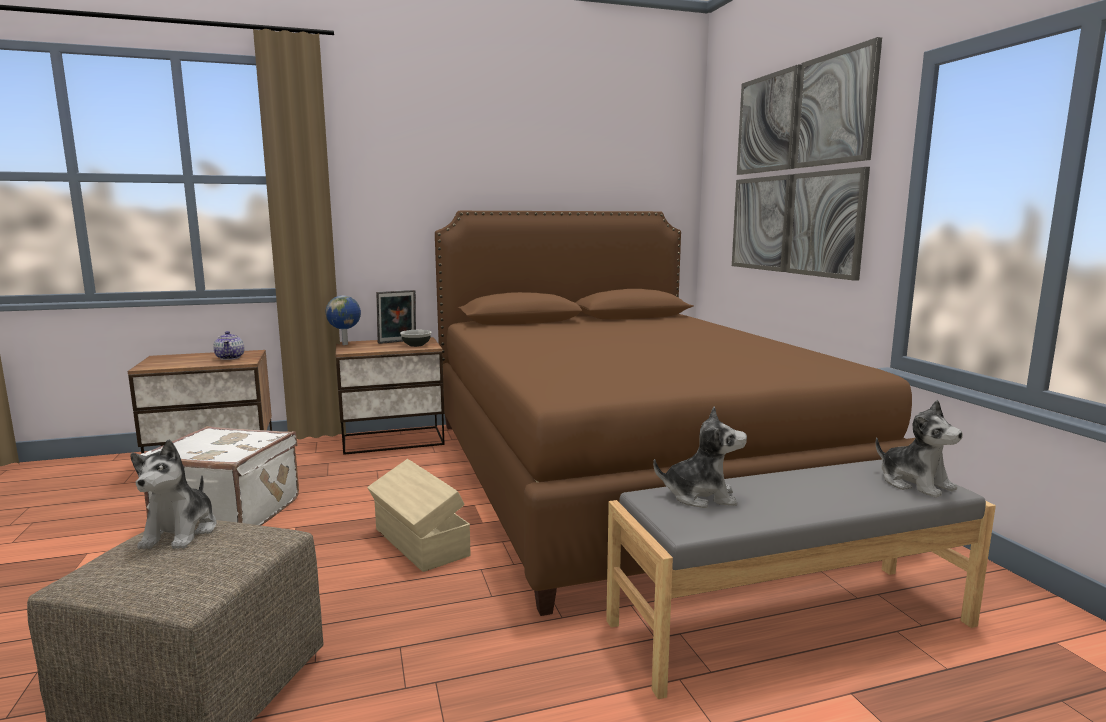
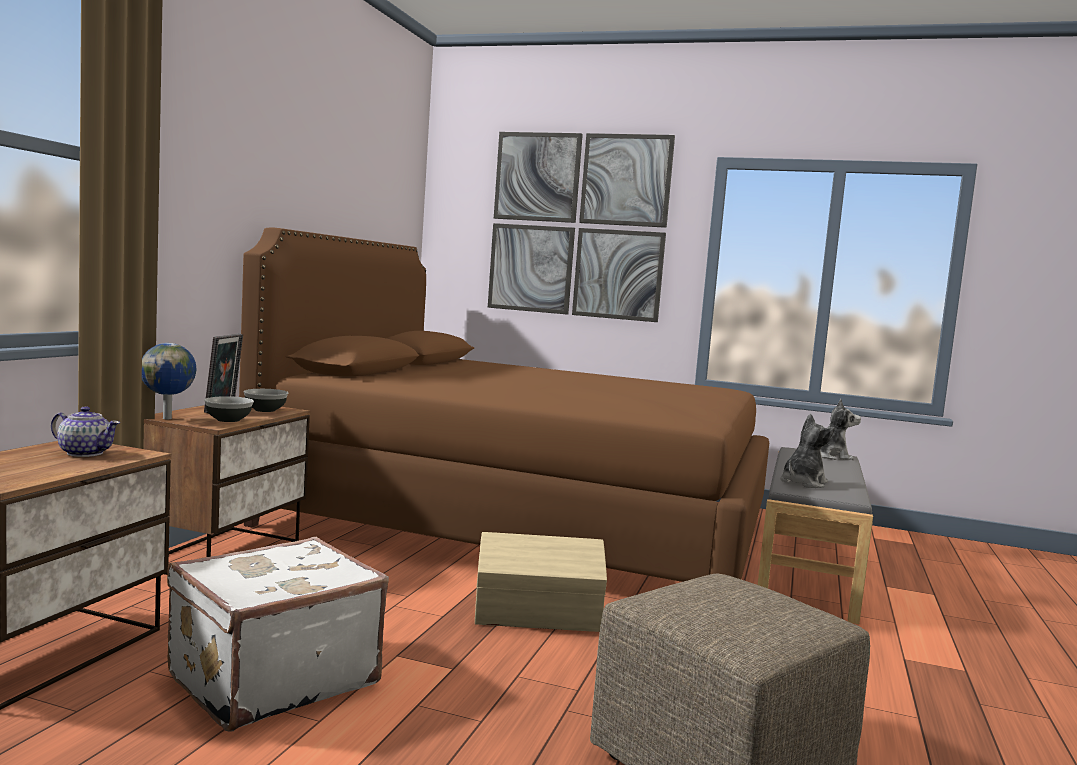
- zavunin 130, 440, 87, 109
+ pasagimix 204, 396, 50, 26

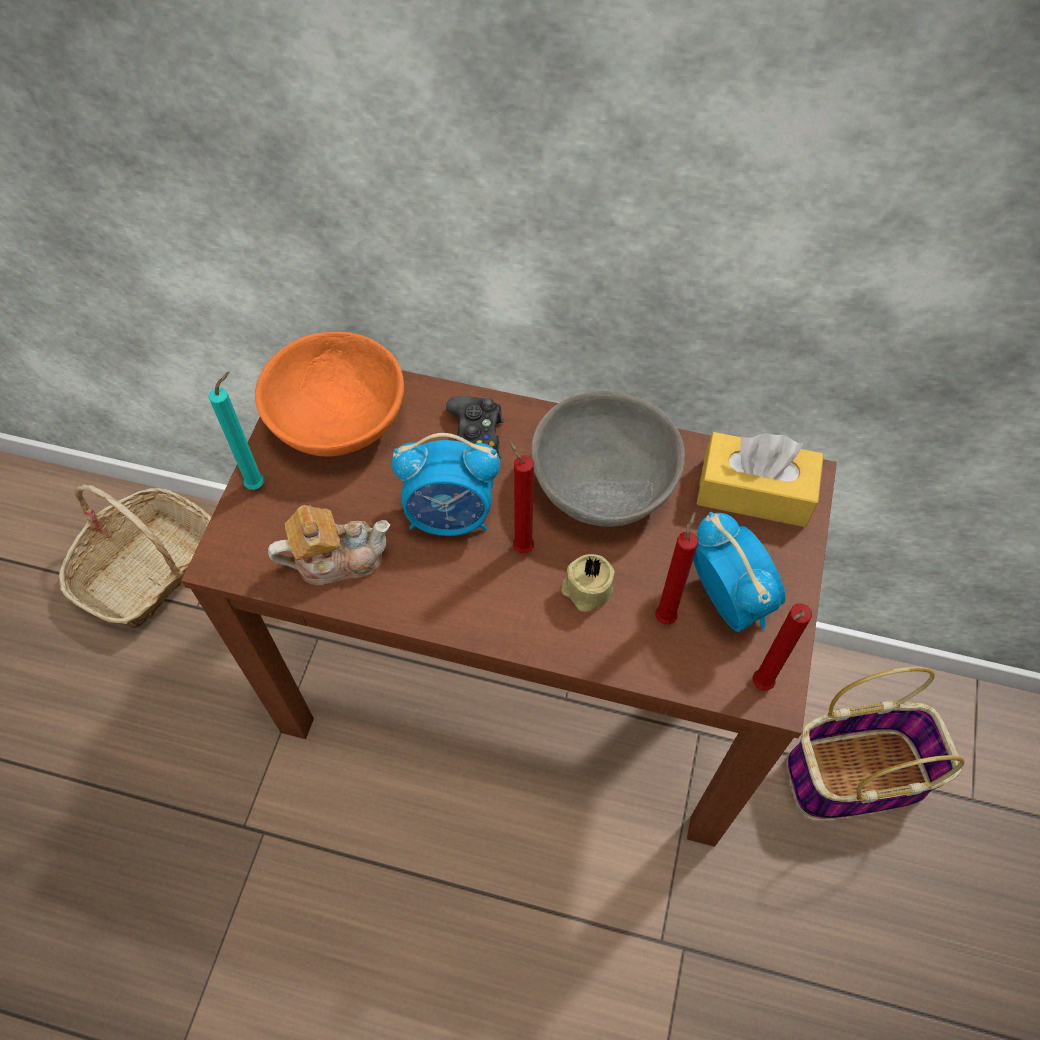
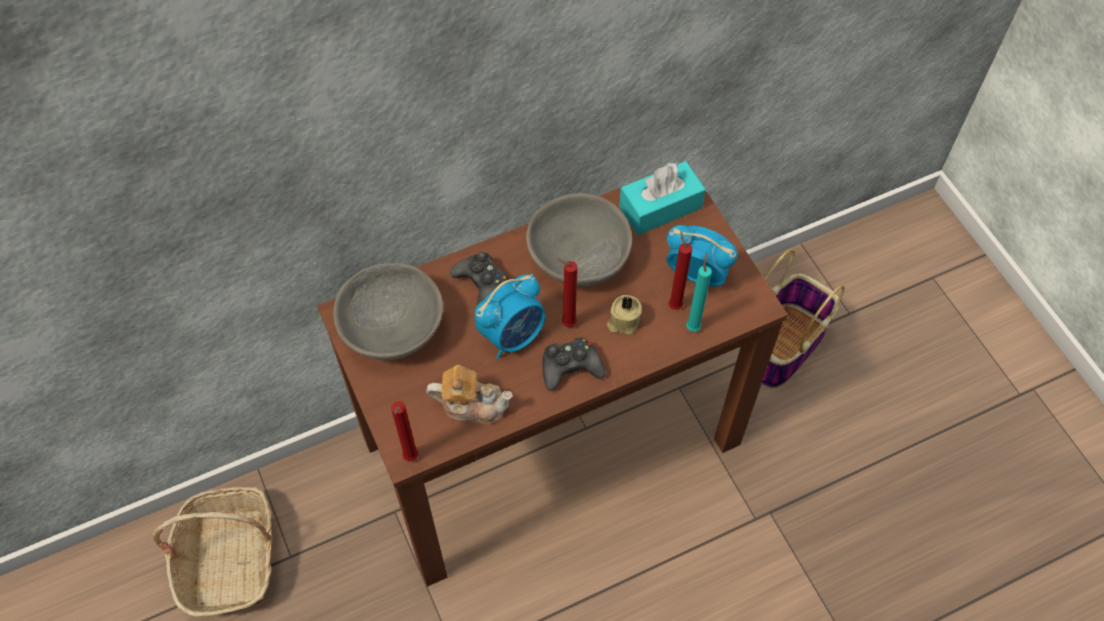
~ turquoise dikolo 208, 372, 56, 118 to 686, 252, 26, 80
~ orange pasagimix 255, 332, 149, 125 to grey pasagimix 333, 263, 110, 97
~ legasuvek 268, 505, 122, 80 = 426, 365, 87, 59 60 degrees clockwise
~ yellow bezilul 697, 432, 127, 95 to turquoise bezilul 619, 161, 87, 74
~ red dikolo 752, 604, 60, 87 to 391, 401, 27, 60
+ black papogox 543, 337, 62, 54

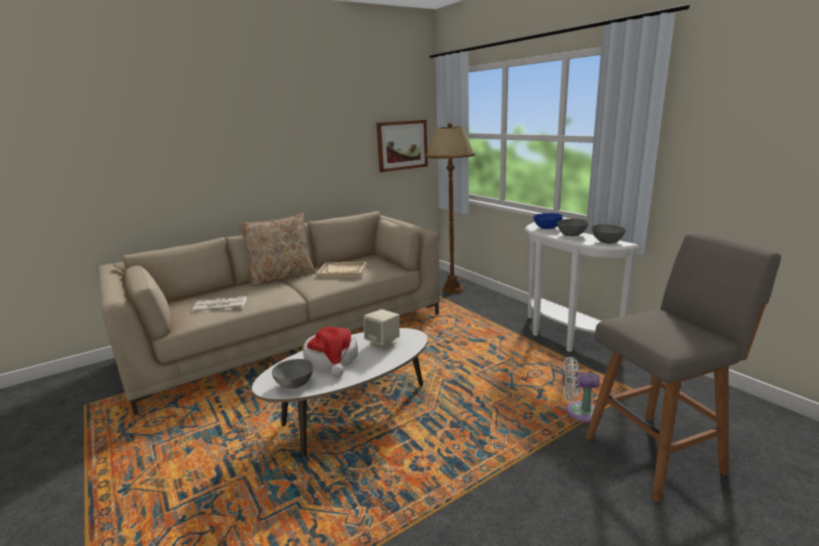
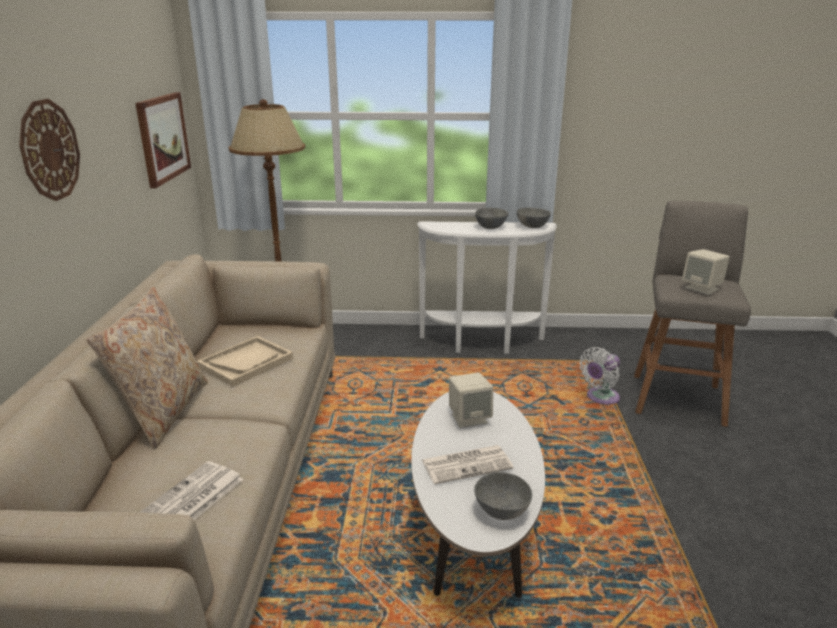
~ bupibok 303, 327, 55, 50 to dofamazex 422, 445, 92, 39
- blue pasagimix 534, 213, 29, 16
+ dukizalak 19, 99, 61, 102
+ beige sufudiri 682, 249, 48, 46

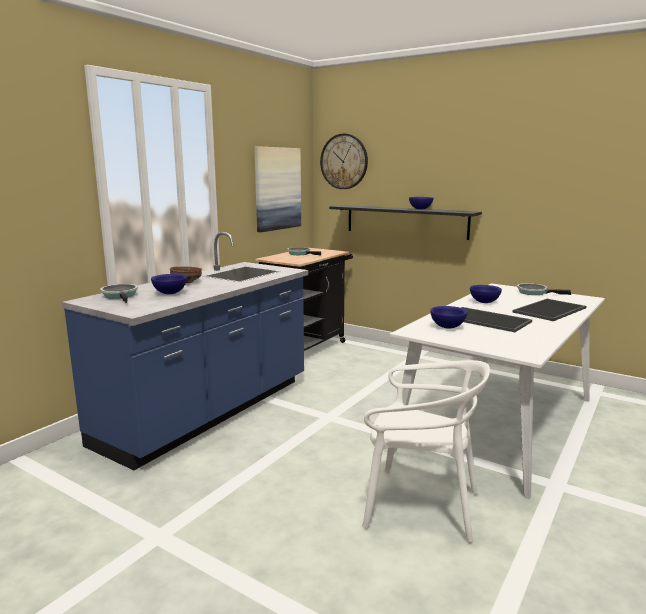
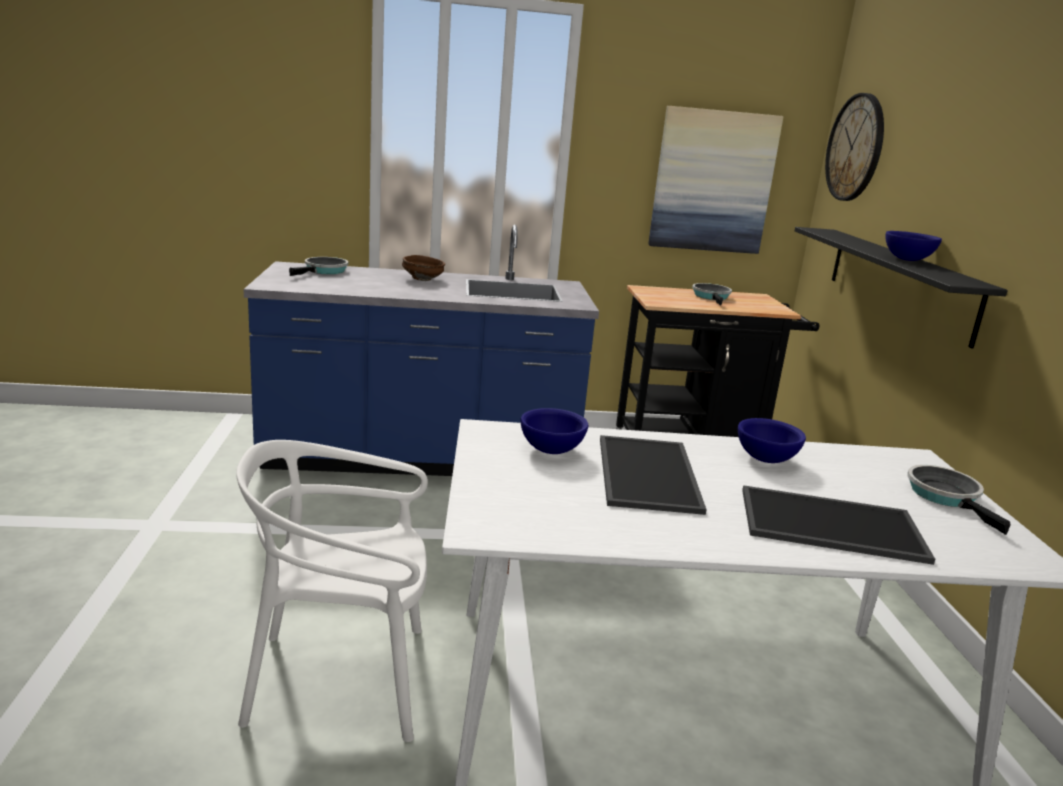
- blue pasagimix 151, 274, 36, 20
~ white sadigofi 362, 360, 128, 183 = 236, 440, 192, 302 105 degrees clockwise

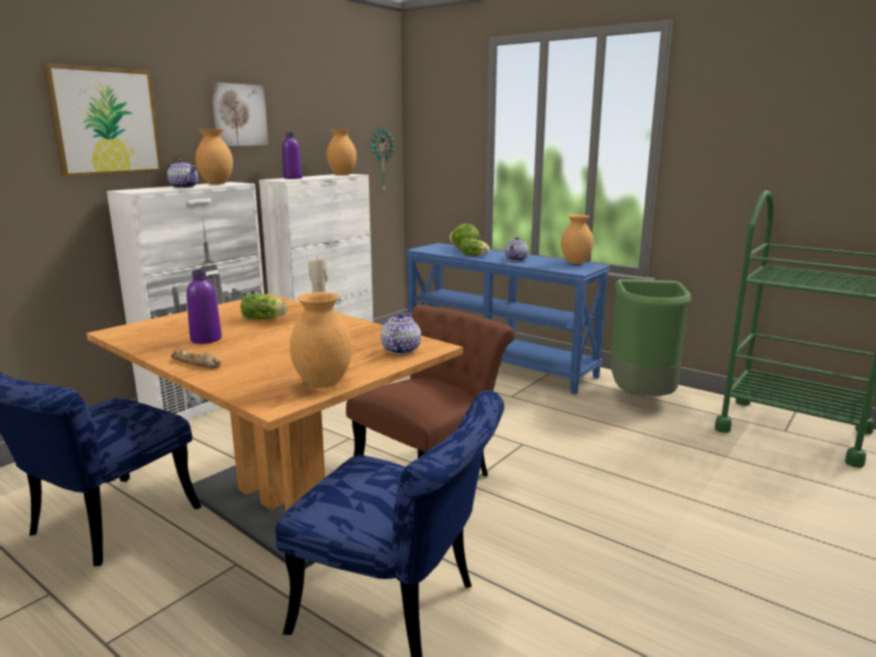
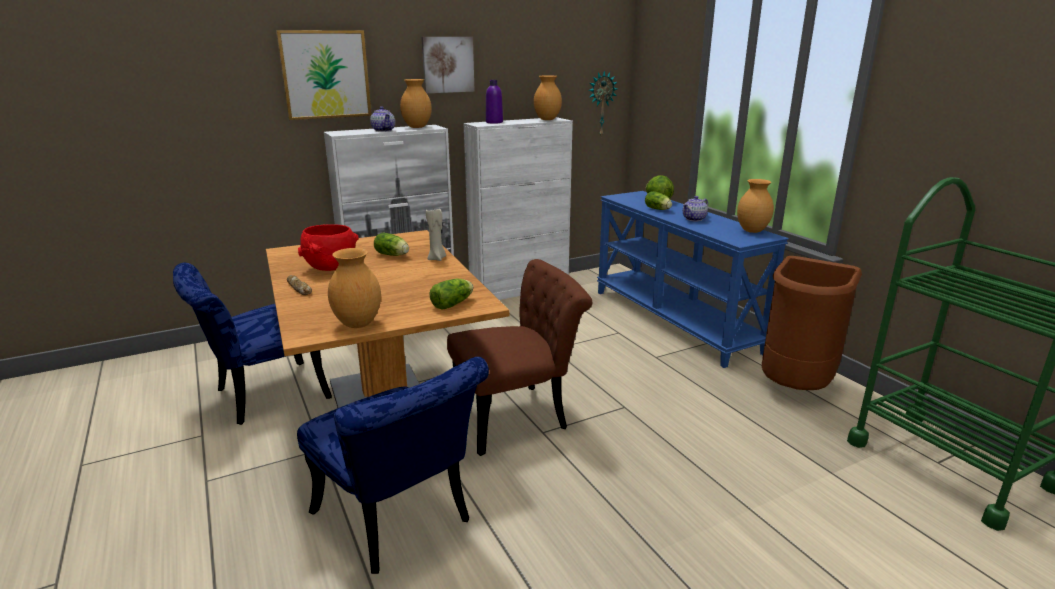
~ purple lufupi 186, 270, 36, 74 to red pasagimix 298, 224, 61, 47
~ legasuvek 381, 313, 40, 41 to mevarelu 429, 279, 44, 31
~ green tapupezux 610, 279, 81, 117 to brown tapupezux 762, 256, 100, 134

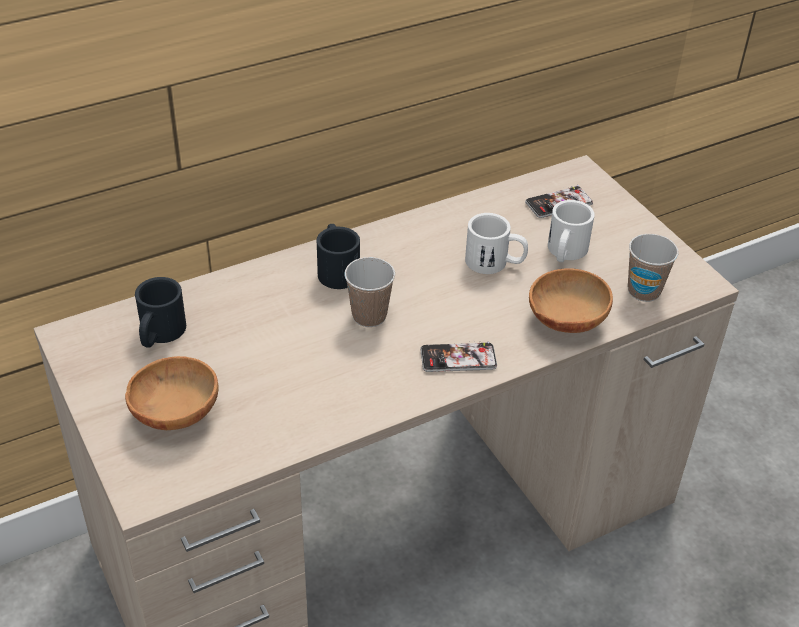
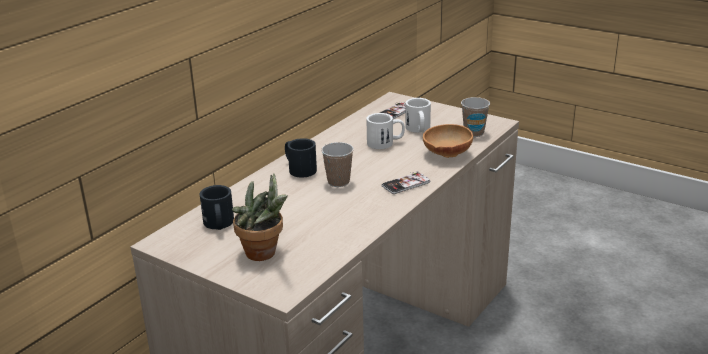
~ brown pasagimix 125, 356, 94, 74 to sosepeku 232, 173, 56, 88

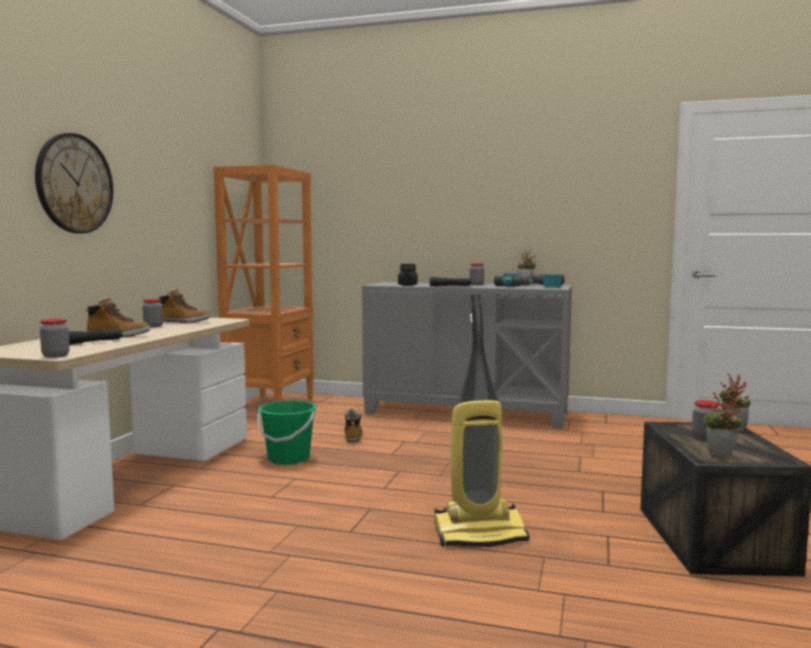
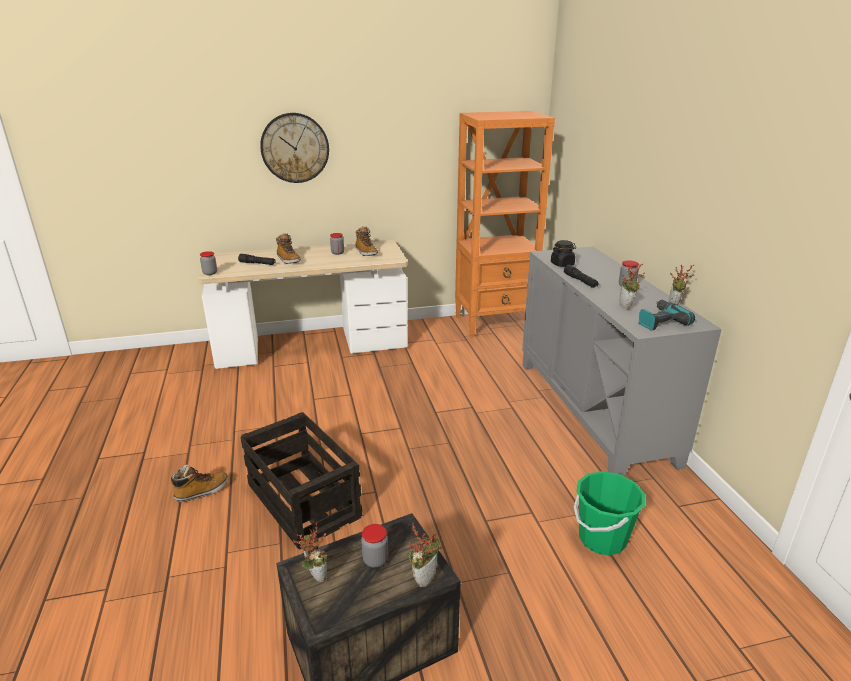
~ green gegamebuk 257, 400, 60, 65 to 574, 471, 71, 85
~ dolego 344, 408, 19, 34 to 170, 464, 58, 38
~ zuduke 435, 294, 94, 253 to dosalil 241, 412, 122, 137
~ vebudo 494, 273, 40, 14 to sosepeku 620, 264, 25, 45

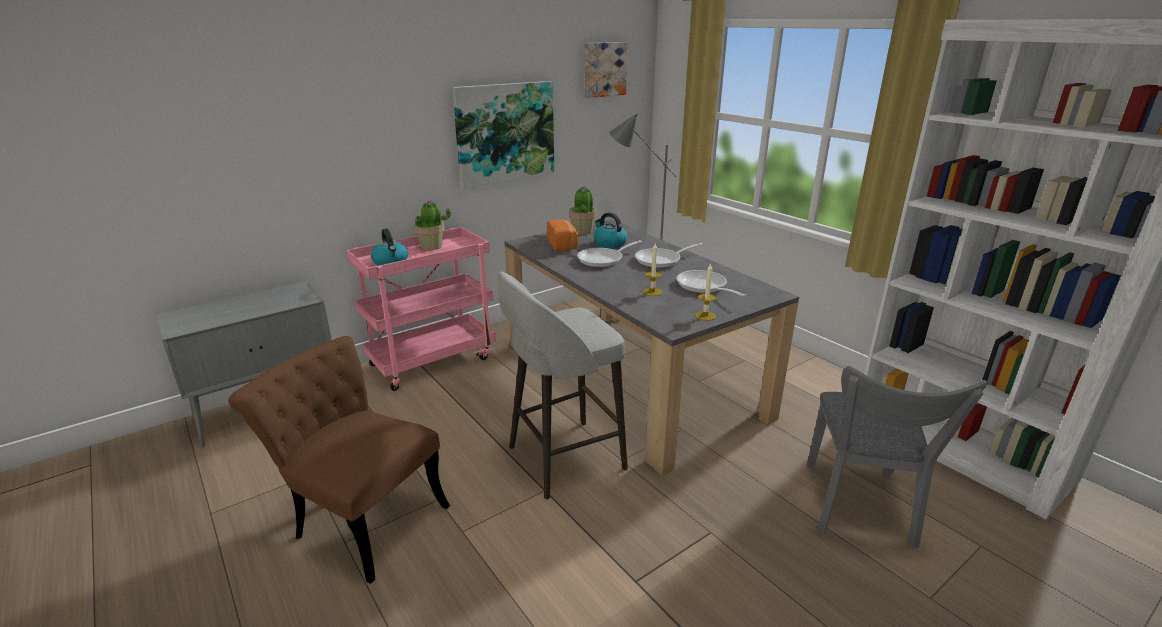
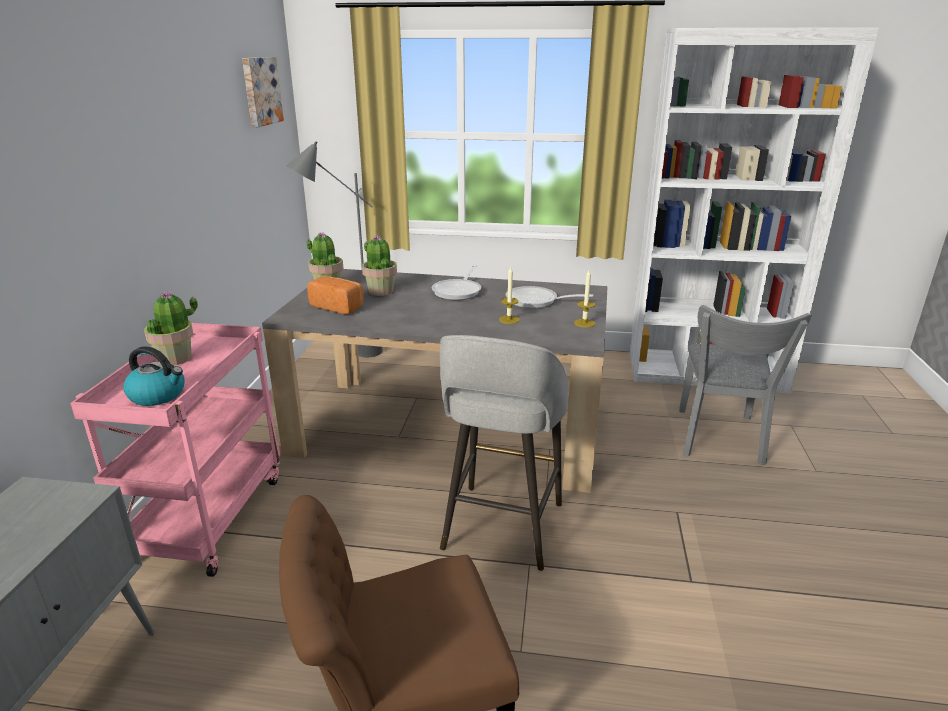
- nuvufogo 452, 81, 102, 107
- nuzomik 577, 240, 65, 27
~ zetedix 594, 212, 33, 36 to sosepeku 362, 236, 35, 60
~ grey sadigofi 807, 366, 181, 183 = 679, 305, 133, 160 45 degrees clockwise

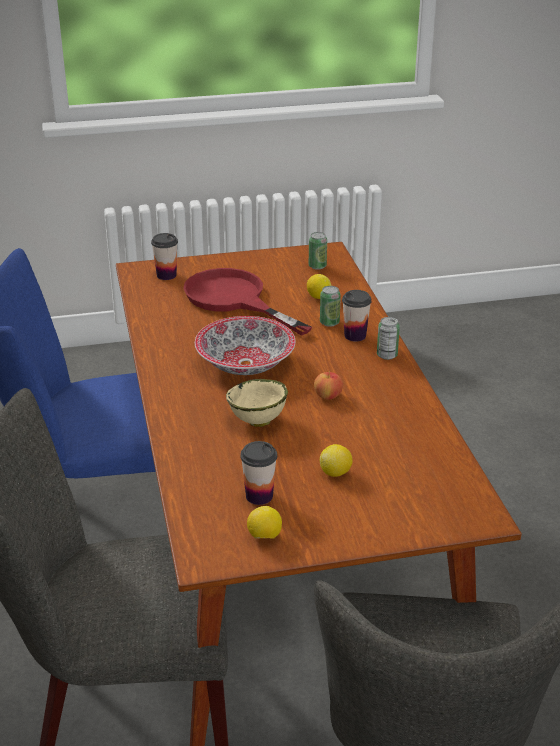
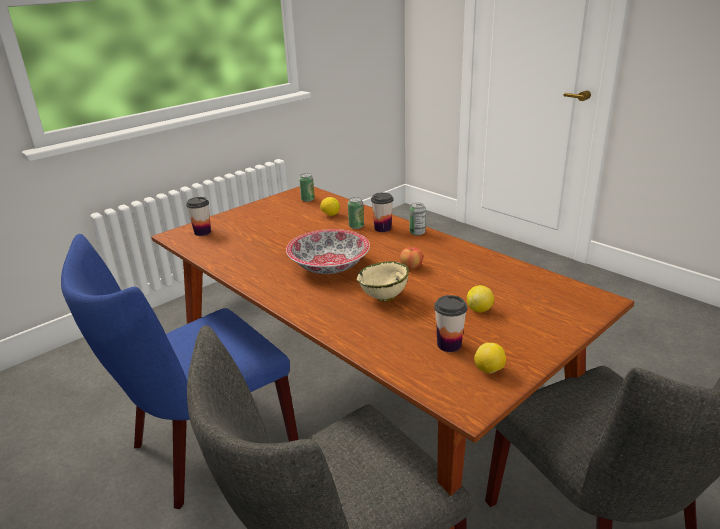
- red nuzomik 183, 268, 129, 68

